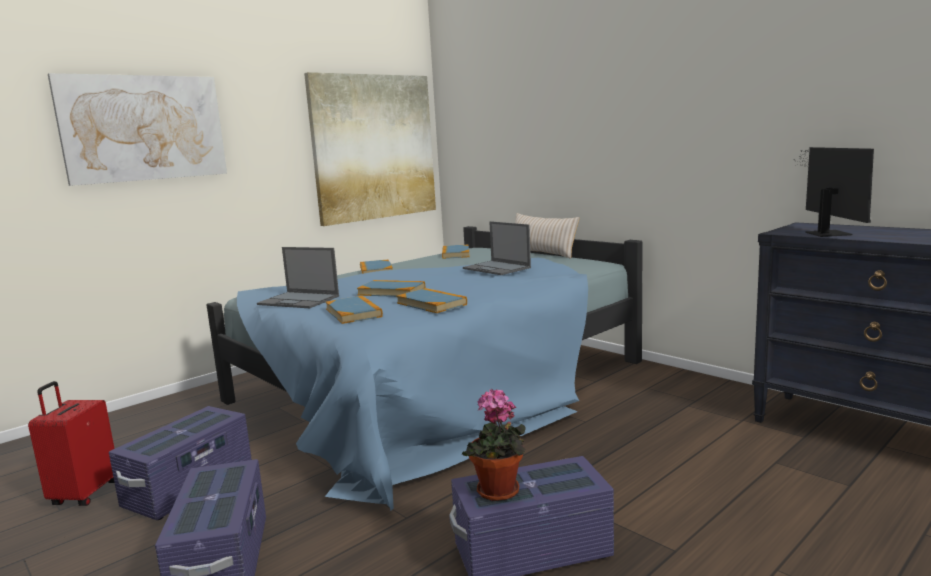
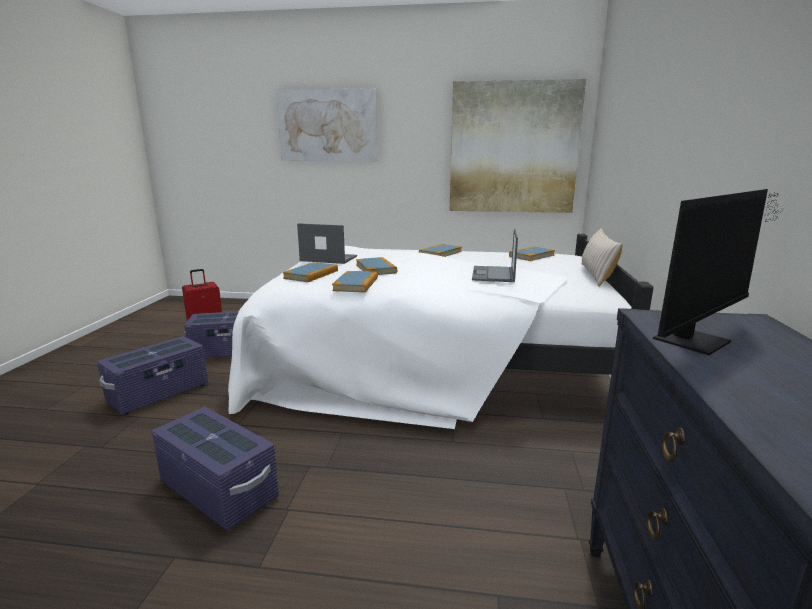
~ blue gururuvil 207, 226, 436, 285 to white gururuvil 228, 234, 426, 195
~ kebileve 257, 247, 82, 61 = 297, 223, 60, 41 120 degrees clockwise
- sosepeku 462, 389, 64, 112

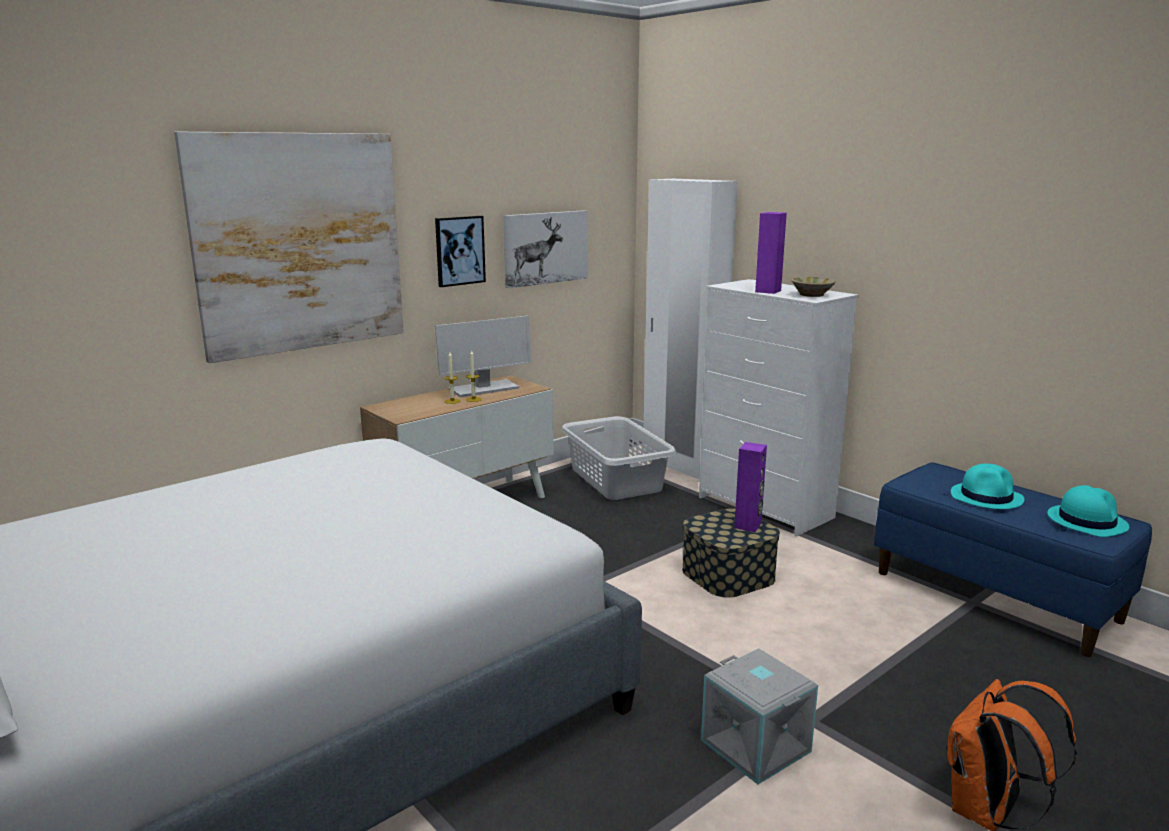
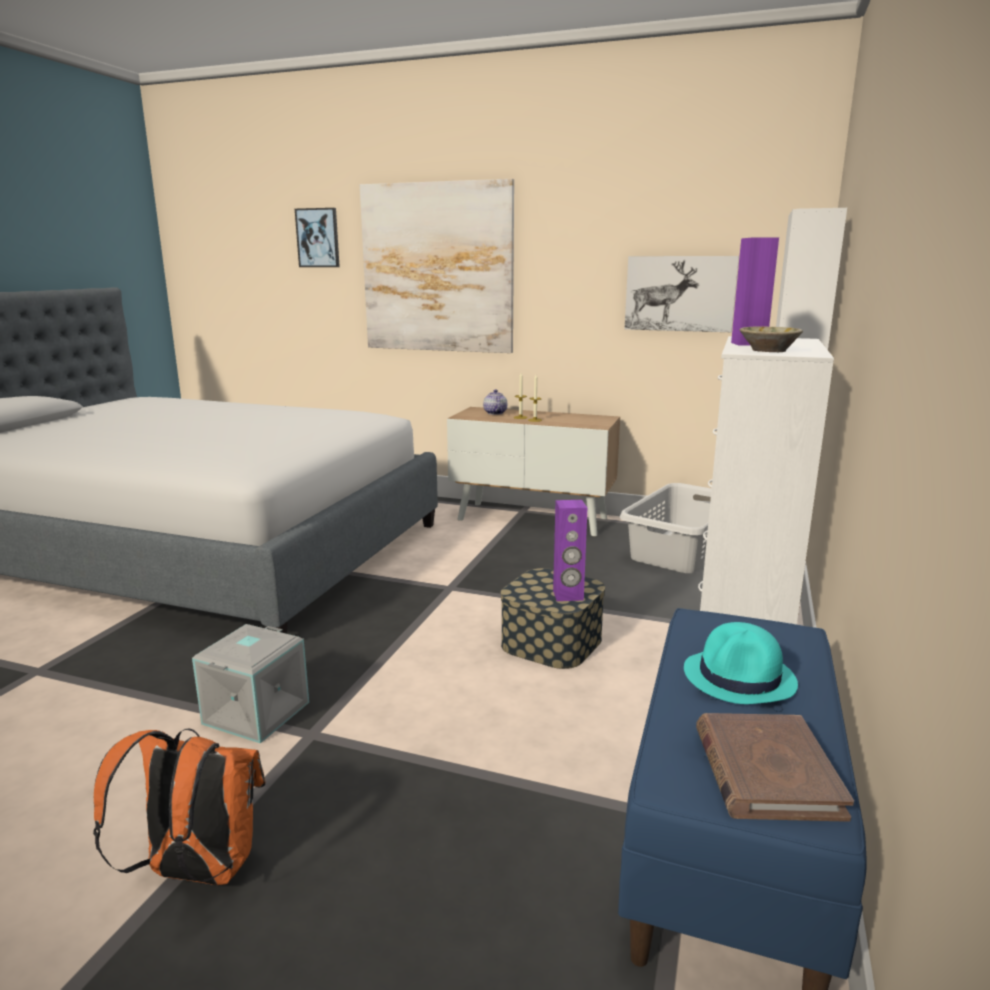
~ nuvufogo 435, 216, 51, 71 to 295, 208, 45, 59
- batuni 435, 316, 96, 81
~ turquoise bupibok 1047, 485, 82, 52 to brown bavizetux 696, 713, 158, 109
+ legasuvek 483, 390, 24, 25

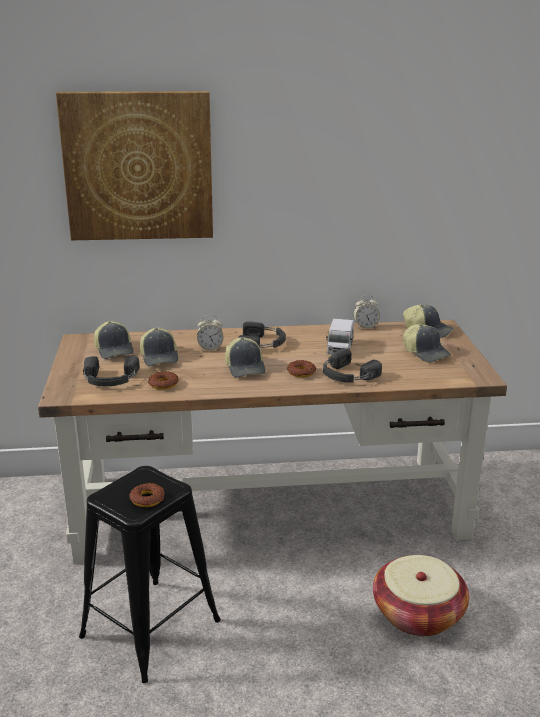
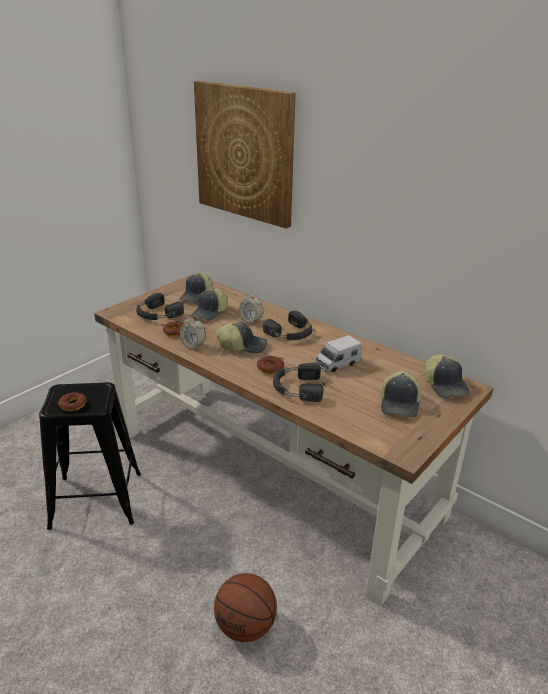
~ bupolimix 225, 337, 40, 41 = 216, 322, 51, 31 120 degrees counterclockwise
~ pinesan 353, 295, 27, 34 to 180, 315, 26, 35
~ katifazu 373, 555, 96, 82 to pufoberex 214, 573, 63, 69

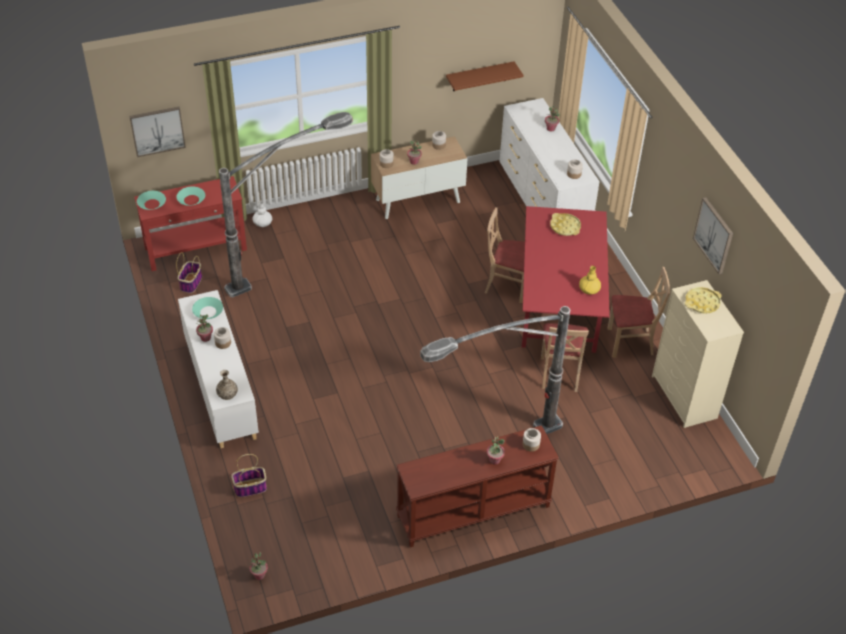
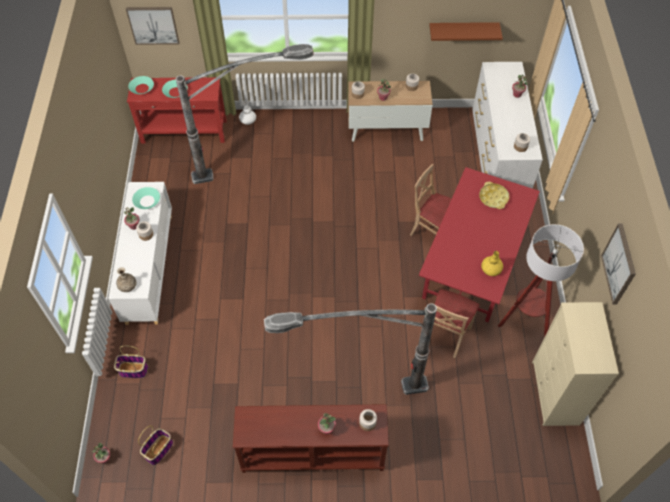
~ katifazu 176, 252, 26, 41 to 138, 426, 35, 39
~ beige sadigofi 608, 267, 62, 91 to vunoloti 498, 224, 86, 113
- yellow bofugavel 685, 287, 37, 27

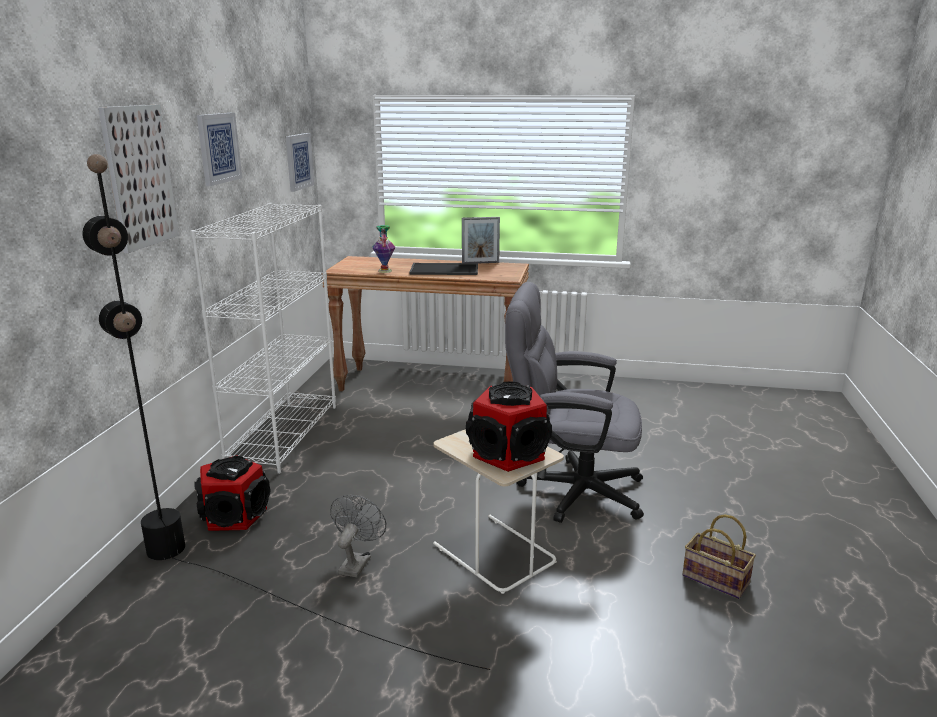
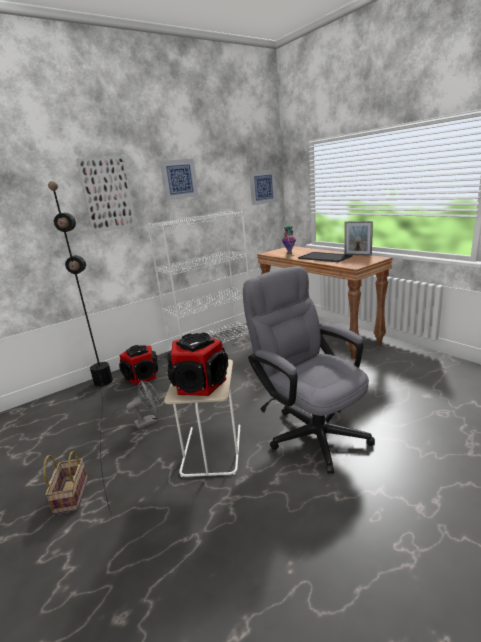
~ katifazu 682, 514, 74, 85 to 43, 451, 45, 63

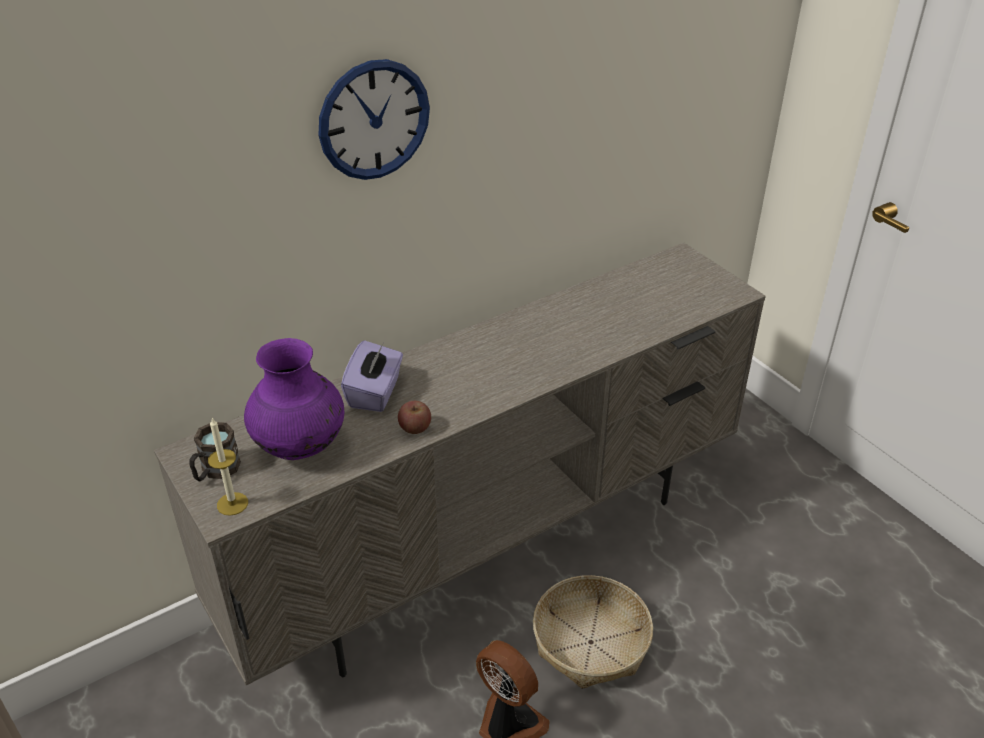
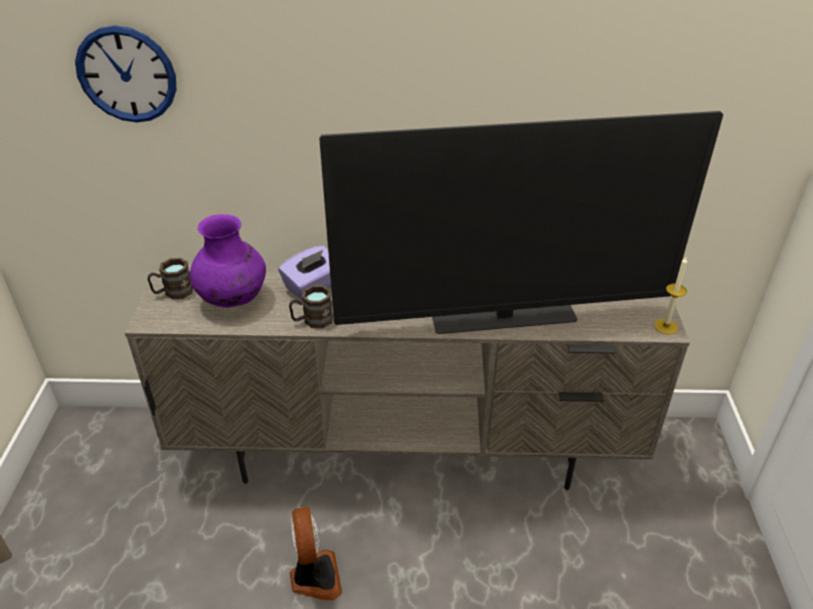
~ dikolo 208, 418, 40, 98 to 654, 257, 33, 77
~ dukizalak 318, 59, 112, 121 to 75, 26, 101, 96
~ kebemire 398, 401, 33, 33 to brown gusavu 289, 285, 44, 43
- katifazu 533, 575, 120, 114
+ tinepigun 319, 111, 404, 223

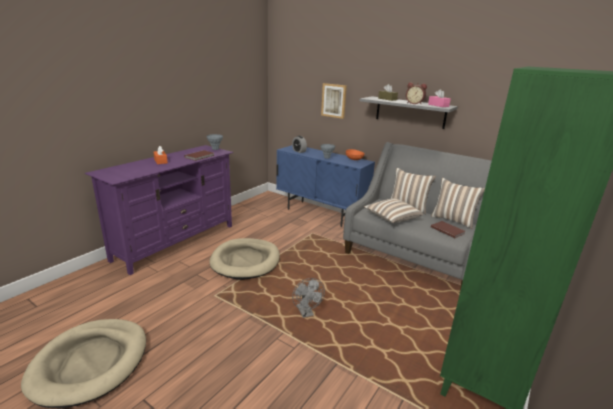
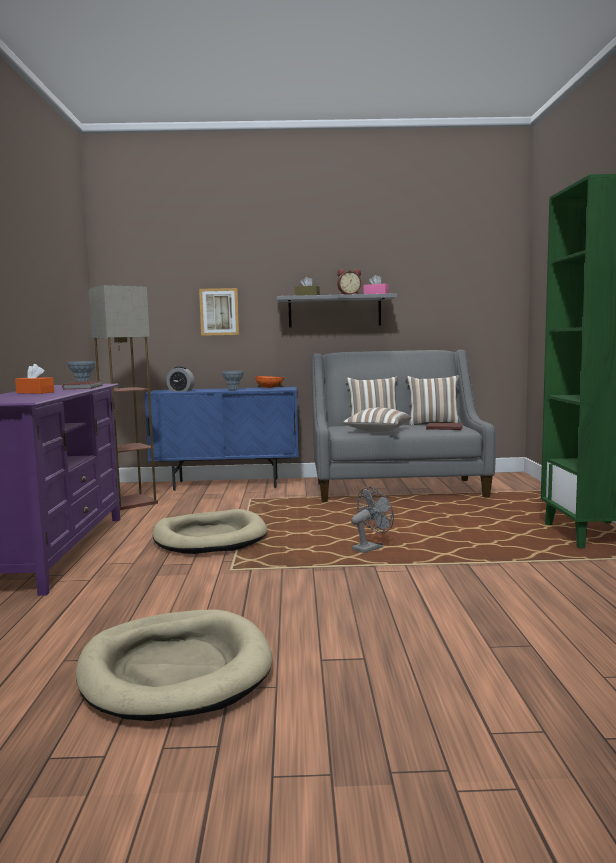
~ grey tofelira 292, 278, 33, 40 = 351, 487, 43, 66 75 degrees counterclockwise
+ vunoloti 89, 285, 69, 225

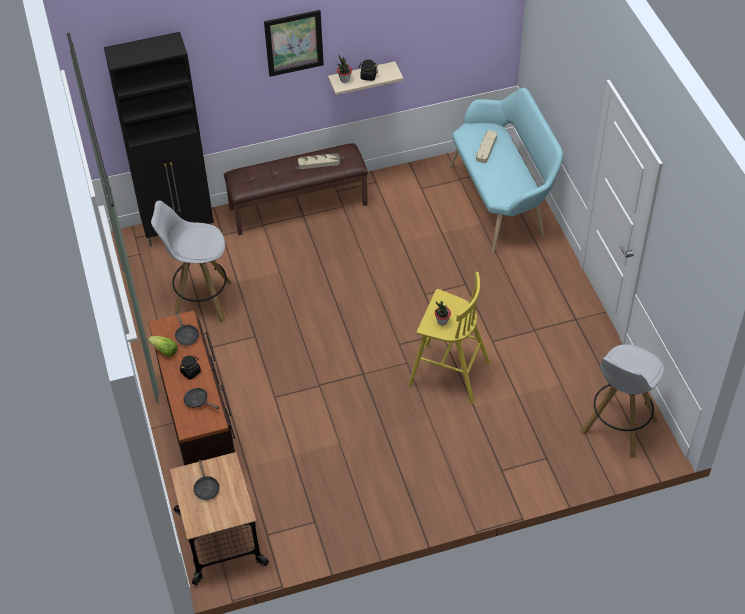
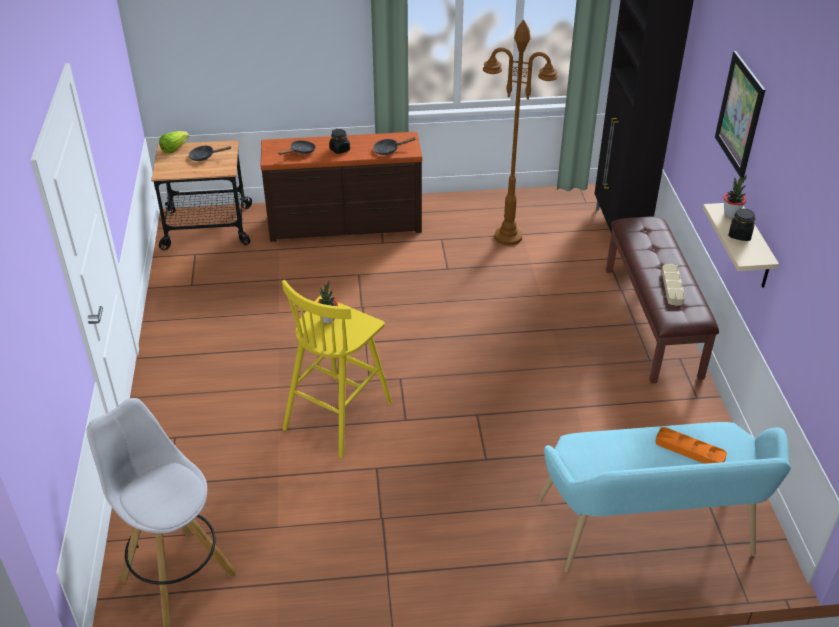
~ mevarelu 148, 336, 30, 21 to 159, 131, 30, 23
~ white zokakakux 151, 200, 80, 123 to brown vunoloti 483, 20, 75, 226
~ beige bofugavel 476, 130, 21, 33 to orange bofugavel 655, 427, 72, 37

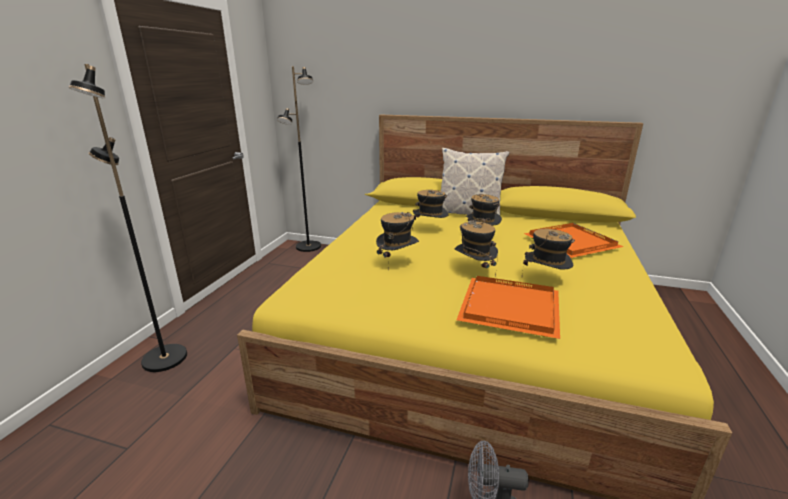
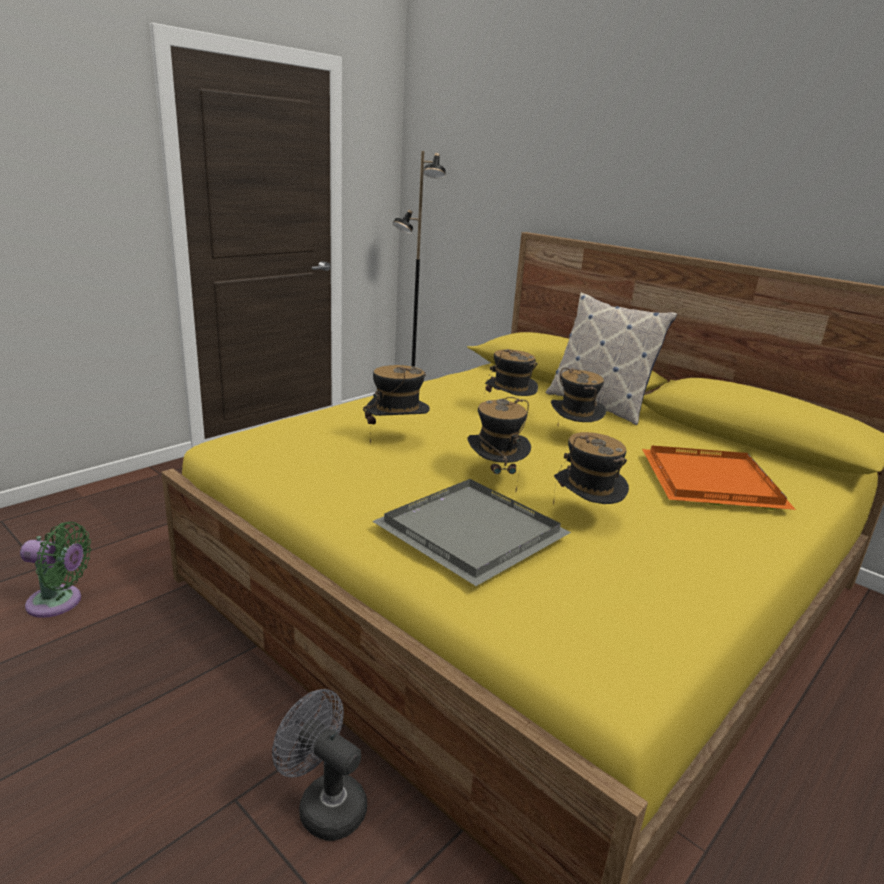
- black vunoloti 68, 64, 119, 308
~ orange bofugavel 457, 276, 103, 63 to grey bofugavel 372, 479, 199, 107
+ green tofelira 20, 522, 71, 96

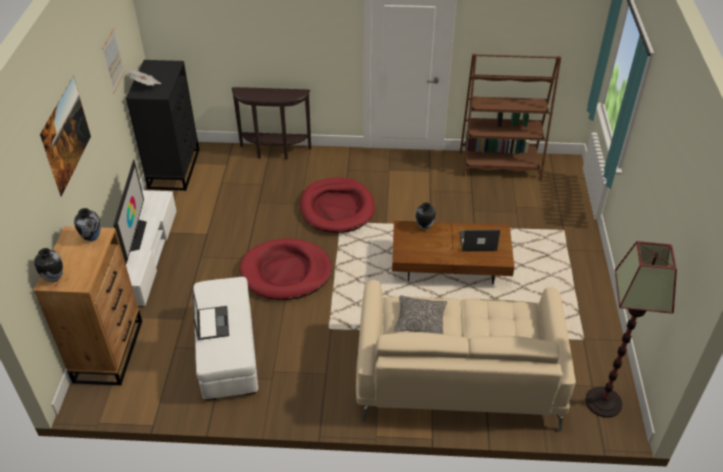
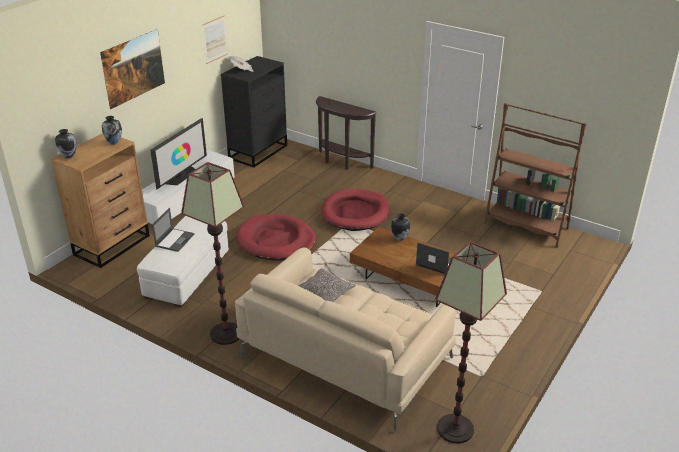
+ vunoloti 181, 162, 63, 183

